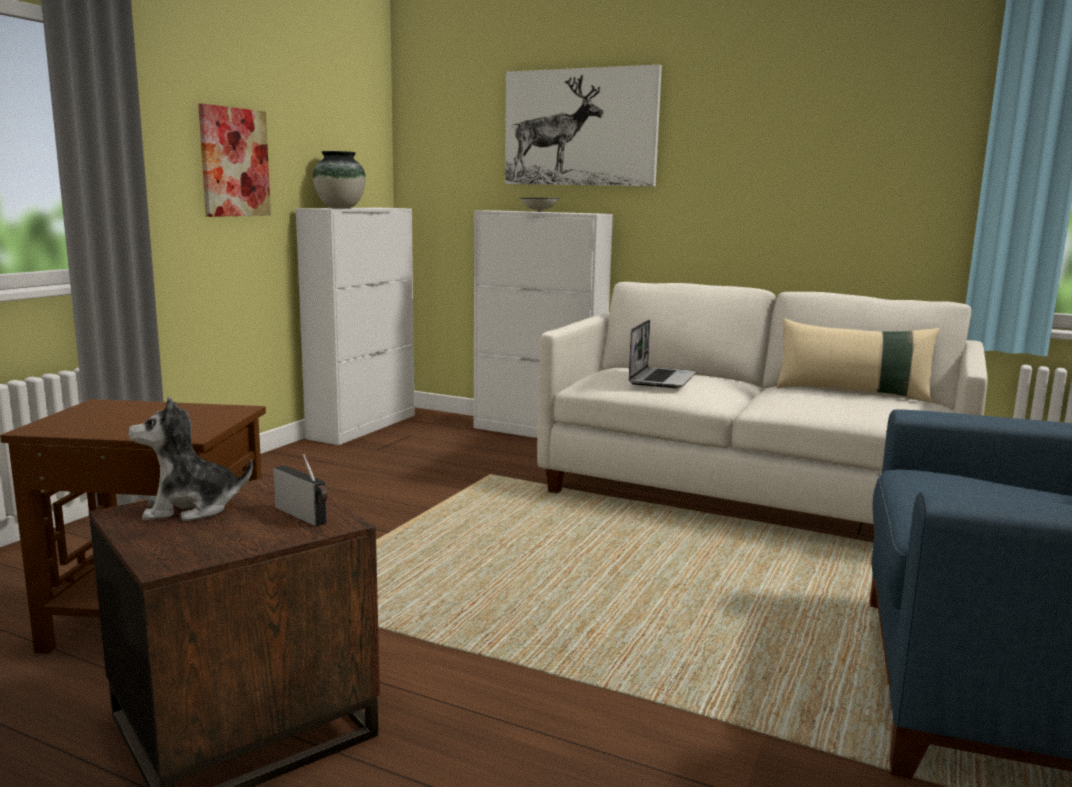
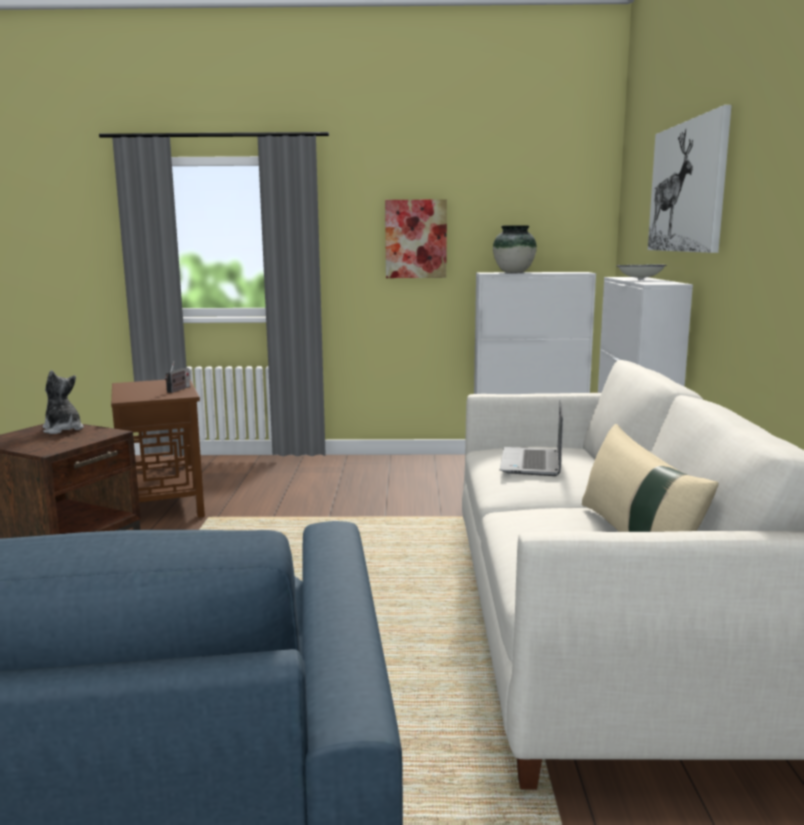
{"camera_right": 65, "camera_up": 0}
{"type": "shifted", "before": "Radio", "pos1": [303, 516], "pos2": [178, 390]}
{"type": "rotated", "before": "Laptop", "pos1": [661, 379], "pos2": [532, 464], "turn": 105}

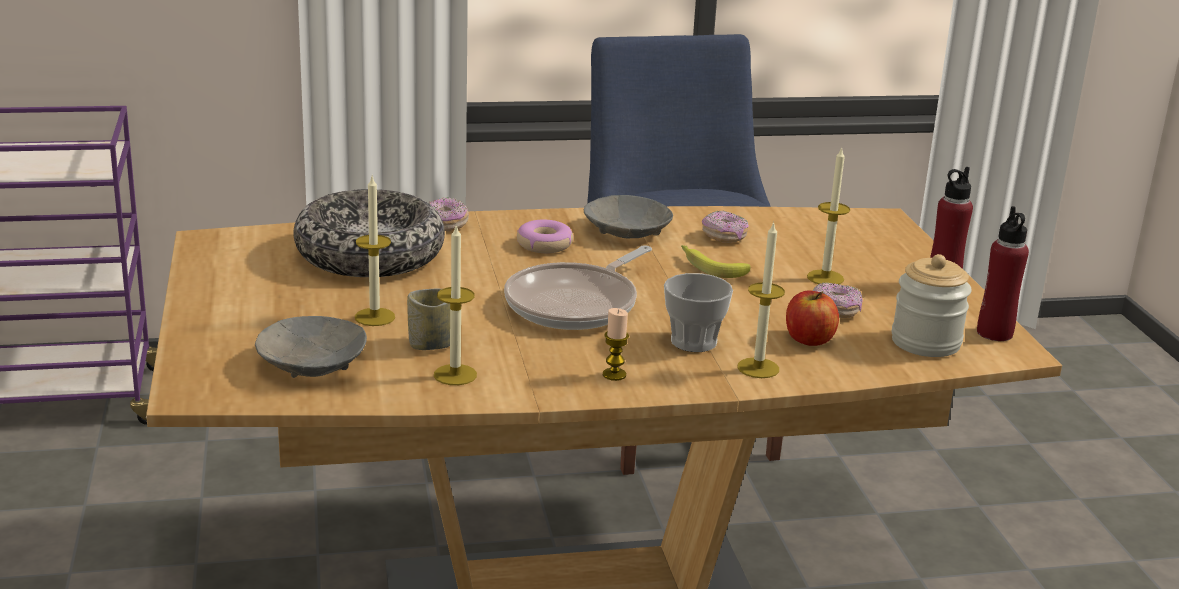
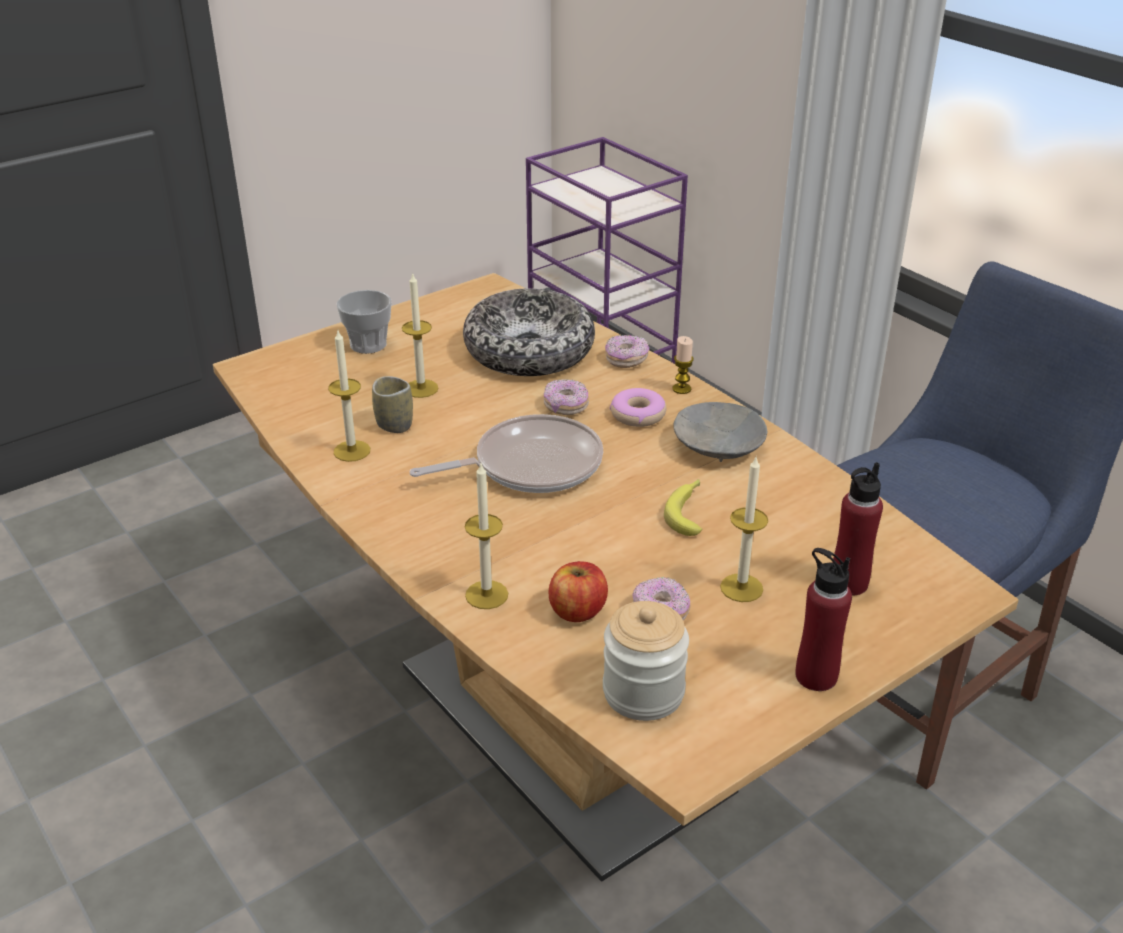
{"camera_right": 65, "camera_up": 10}
{"type": "gone", "before": "GreyBowl", "pos1": [311, 364]}
{"type": "shifted", "before": "Candle", "pos1": [614, 375], "pos2": [681, 389]}
{"type": "shifted", "before": "Cup", "pos1": [693, 342], "pos2": [368, 344]}
{"type": "shifted", "before": "Donut", "pos1": [724, 237], "pos2": [565, 406]}
{"type": "shifted", "before": "RedBottle", "pos1": [994, 333], "pos2": [848, 583]}
{"type": "rotated", "before": "FryingPan", "pos1": [576, 304], "pos2": [530, 465], "turn": 150}

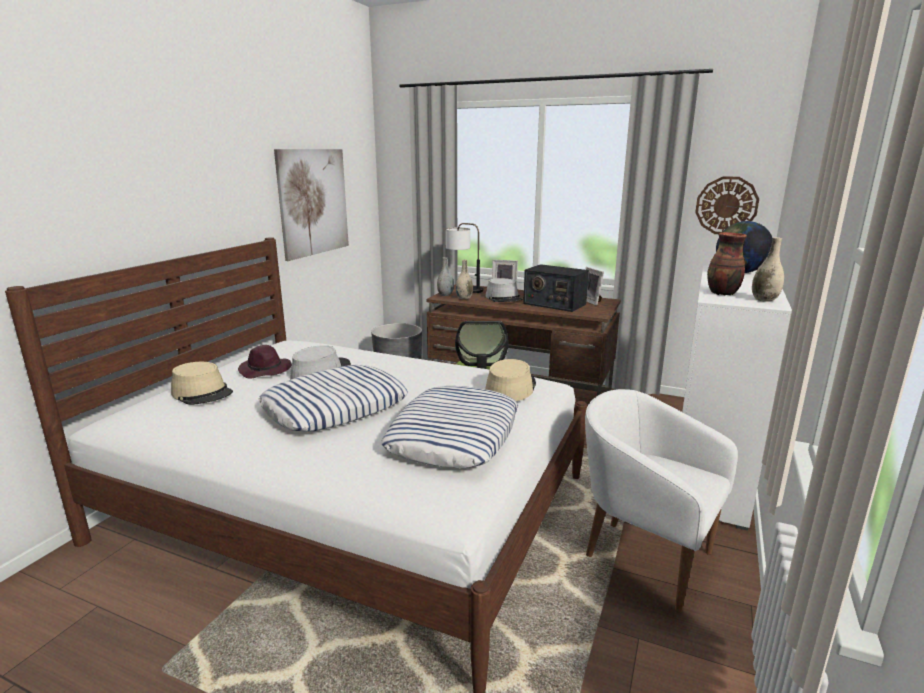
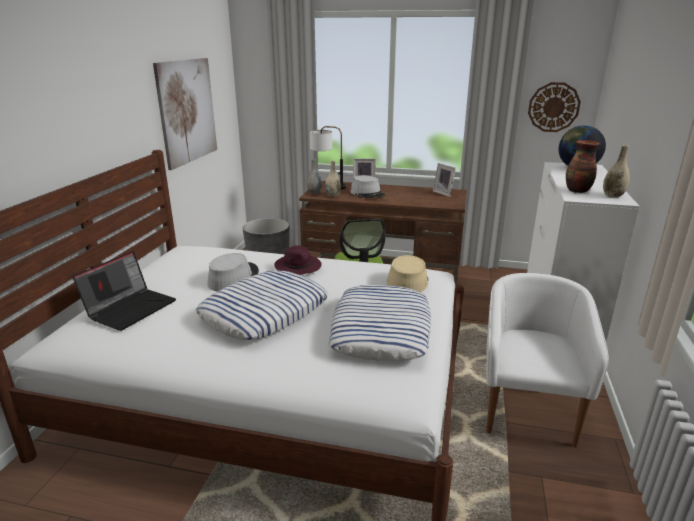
{"camera_right": -10, "camera_up": 5}
{"type": "gone", "before": "Radio", "pos1": [554, 304]}
{"type": "shifted", "before": "PurpleHat", "pos1": [266, 370], "pos2": [299, 268]}
{"type": "swapped", "before": "BeigeHat", "after": "Laptop", "pos1": [202, 393], "pos2": [131, 308]}
{"type": "rotated", "before": "WhiteArmchair", "pos1": [643, 558], "pos2": [526, 410], "turn": 75}

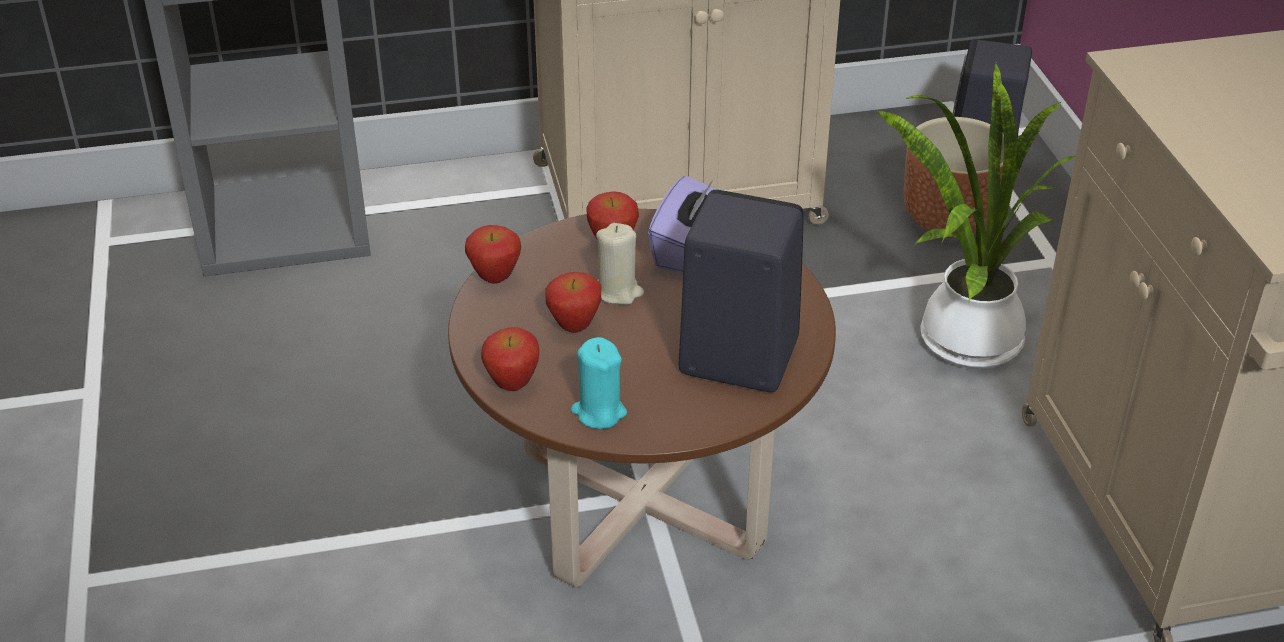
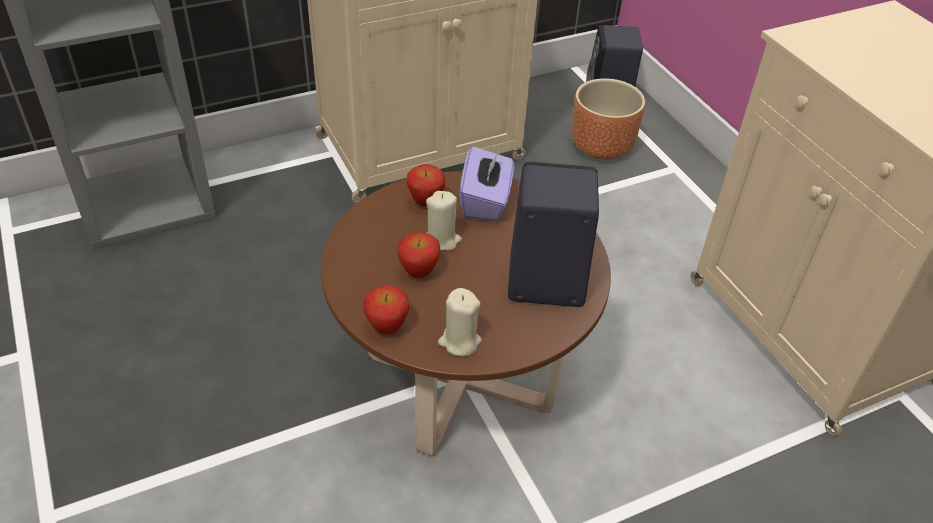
{"camera_right": -15, "camera_up": 5}
{"type": "gone", "before": "Apple", "pos1": [495, 278]}
{"type": "gone", "before": "PottedPlant", "pos1": [962, 342]}
{"type": "repainted", "before": "TurquoiseCandle", "after": "BeigeCandle", "pos1": [599, 412], "pos2": [459, 341]}

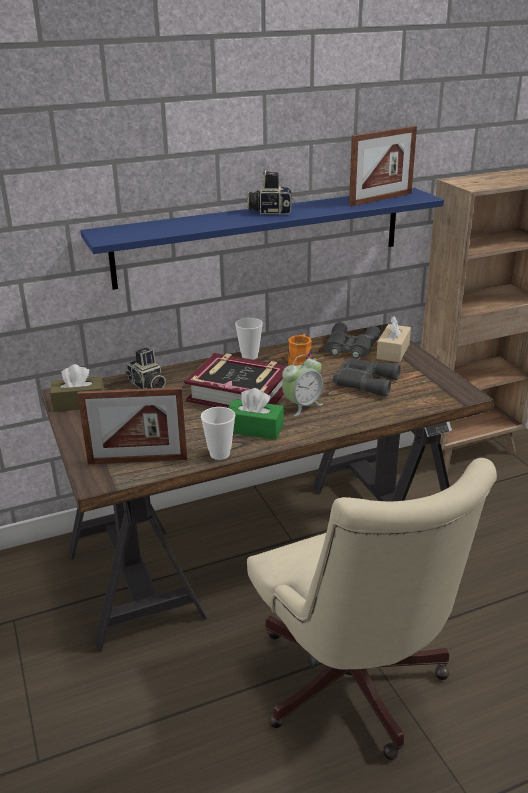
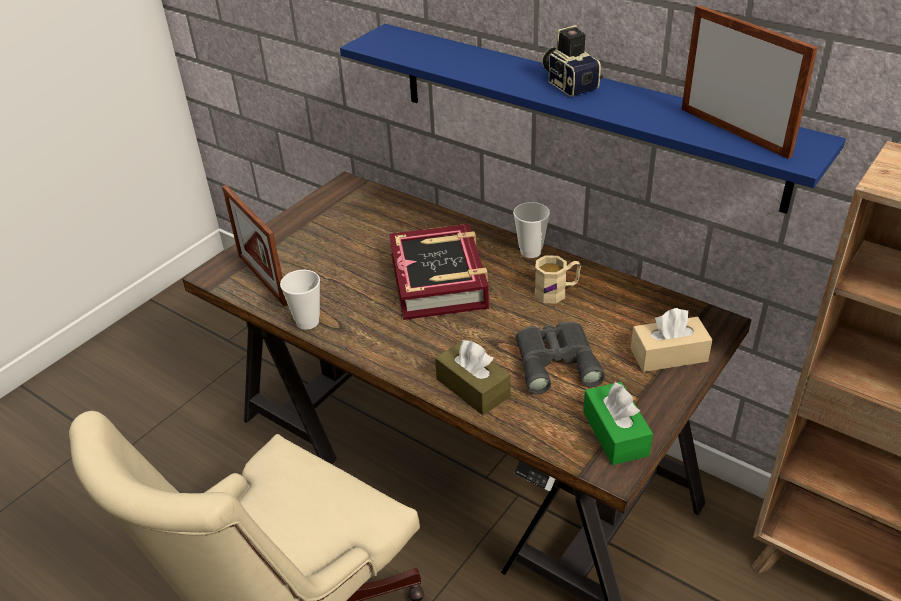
{"camera_right": 60, "camera_up": 10}
{"type": "gone", "before": "PhotoCamera", "pos1": [147, 385]}
{"type": "gone", "before": "AlarmClock", "pos1": [302, 406]}
{"type": "gone", "before": "GreyBinoculars", "pos1": [350, 347]}
{"type": "shifted", "before": "BrownTissueBox", "pos1": [79, 403], "pos2": [472, 388]}
{"type": "shifted", "before": "GreenTissueBox", "pos1": [254, 429], "pos2": [615, 433]}
{"type": "repainted", "before": "OrangeMug", "after": "BeigeMug", "pos1": [300, 361], "pos2": [556, 292]}
{"type": "rotated", "before": "PictureFrame", "pos1": [381, 199], "pos2": [734, 132], "turn": -150}

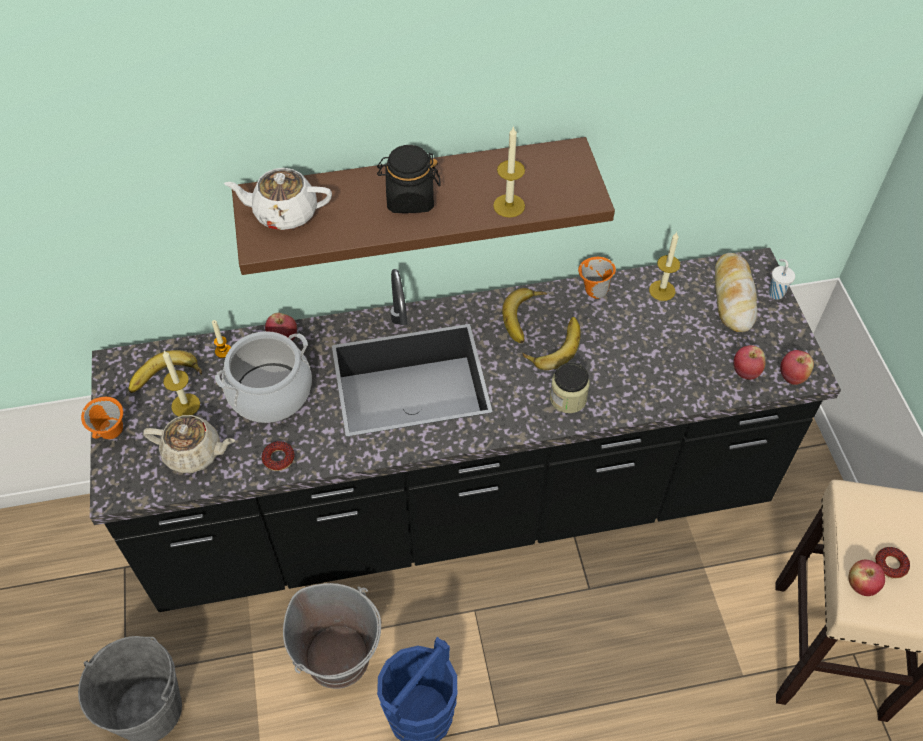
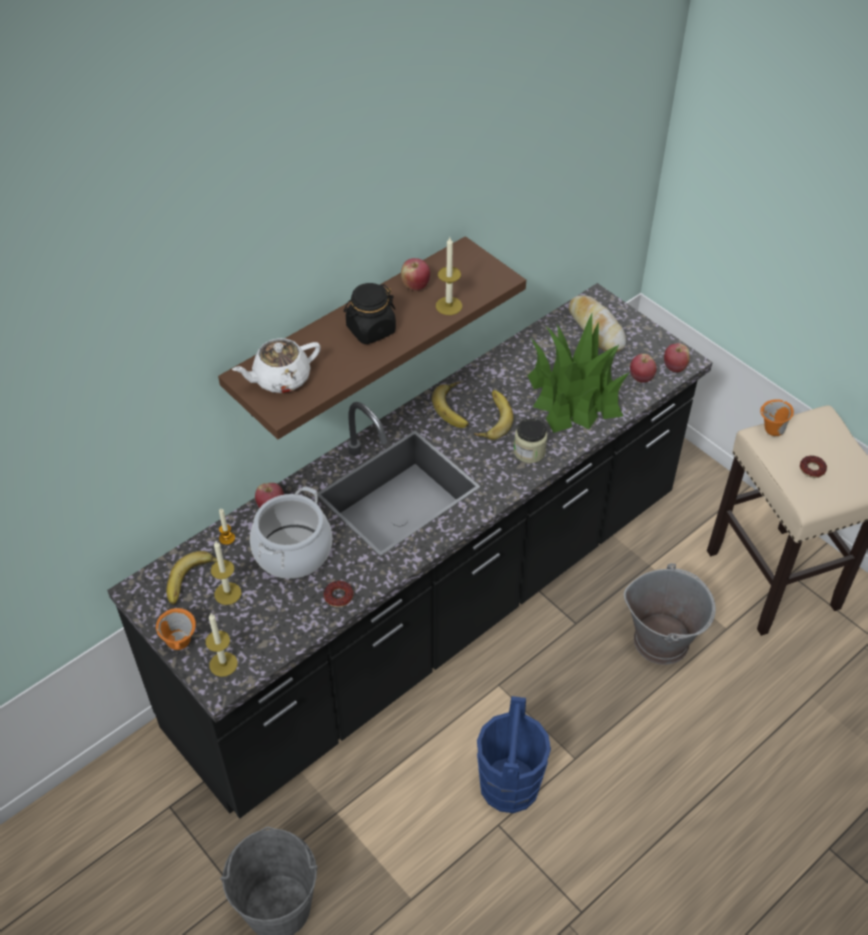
{"camera_right": -30, "camera_up": -5}
{"type": "gone", "before": "BeigeTeapot", "pos1": [194, 453]}
{"type": "gone", "before": "WhiteCup", "pos1": [775, 293]}
{"type": "new", "after": "PottedPlant", "pos2": [573, 395]}
{"type": "shifted", "before": "GreyBucket", "pos1": [339, 657], "pos2": [661, 640]}
{"type": "shifted", "before": "OrangeMug", "pos1": [593, 291], "pos2": [770, 431]}
{"type": "shifted", "before": "Candle", "pos1": [662, 290], "pos2": [223, 664]}
{"type": "shifted", "before": "Apple", "pos1": [860, 585], "pos2": [415, 286]}

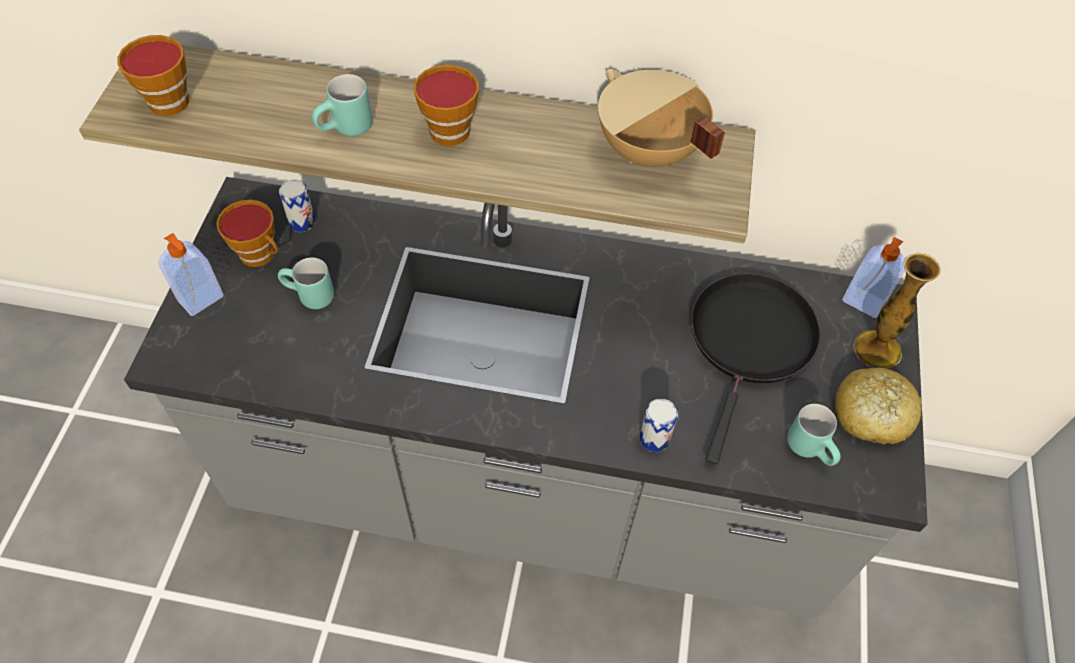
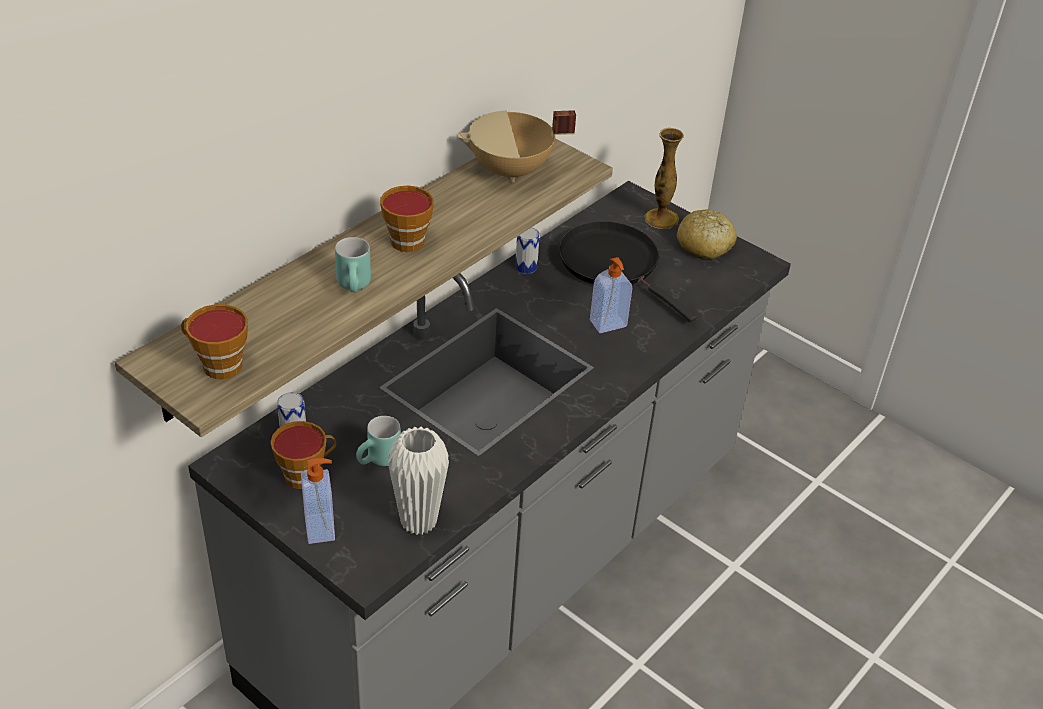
{"camera_right": -60, "camera_up": -15}
{"type": "gone", "before": "TurquoiseMug", "pos1": [812, 448]}
{"type": "new", "after": "WhiteVase", "pos2": [418, 521]}
{"type": "shifted", "before": "Can", "pos1": [654, 438], "pos2": [526, 267]}
{"type": "shifted", "before": "SoapDispenser", "pos1": [863, 302], "pos2": [608, 324]}

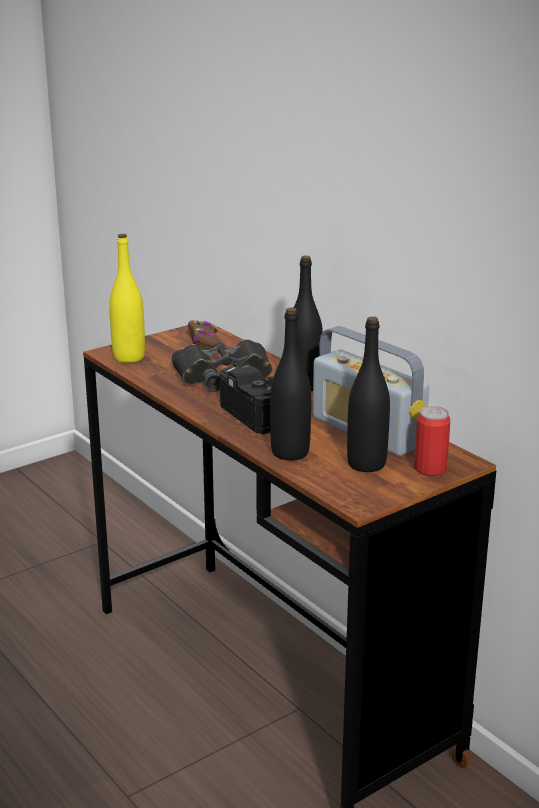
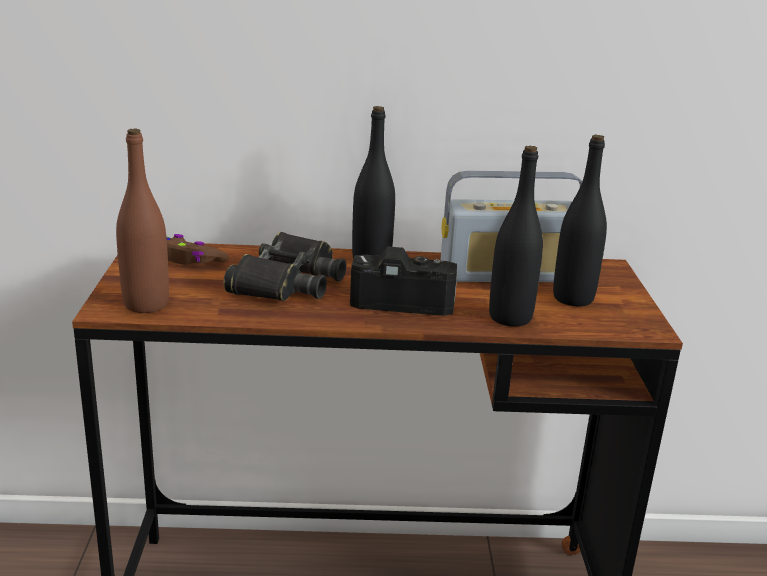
{"camera_right": -55, "camera_up": 0}
{"type": "gone", "before": "Can", "pos1": [430, 469]}
{"type": "repainted", "before": "YellowBottle", "after": "BrownBottle", "pos1": [129, 357], "pos2": [146, 304]}

